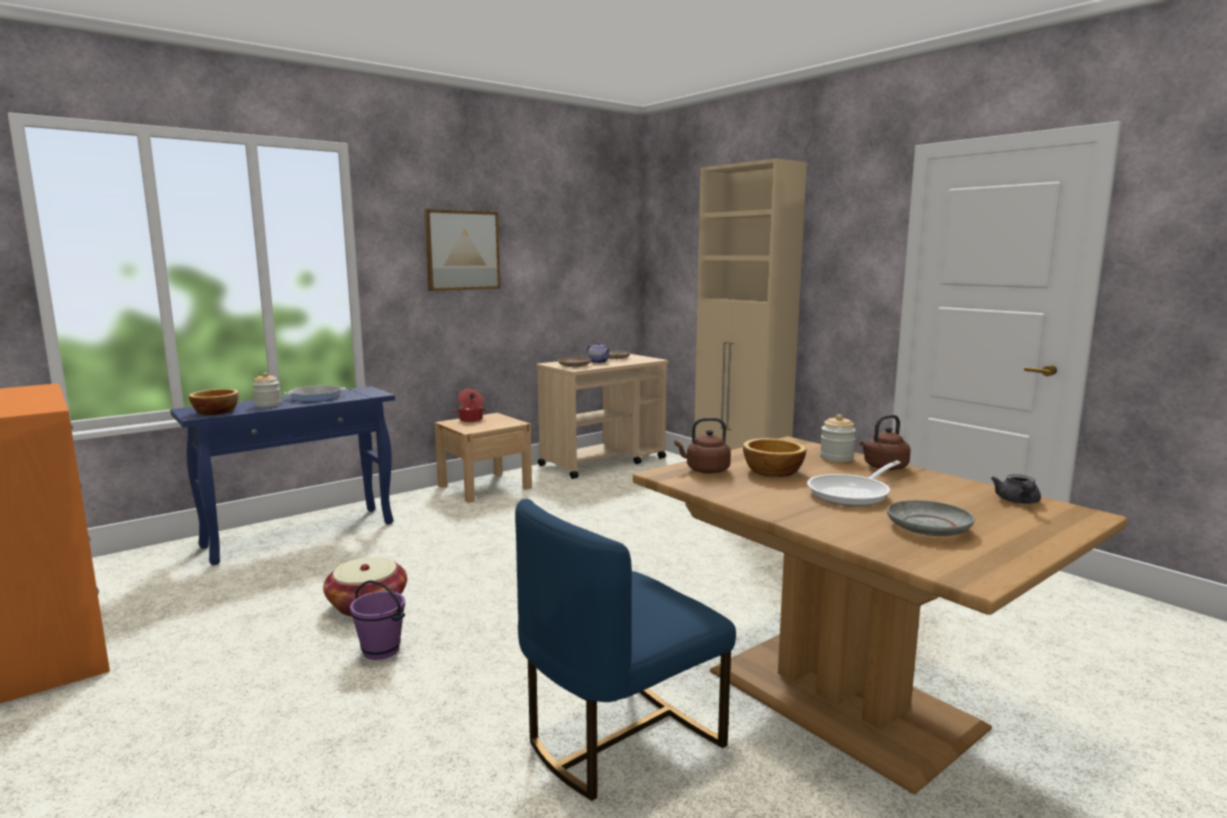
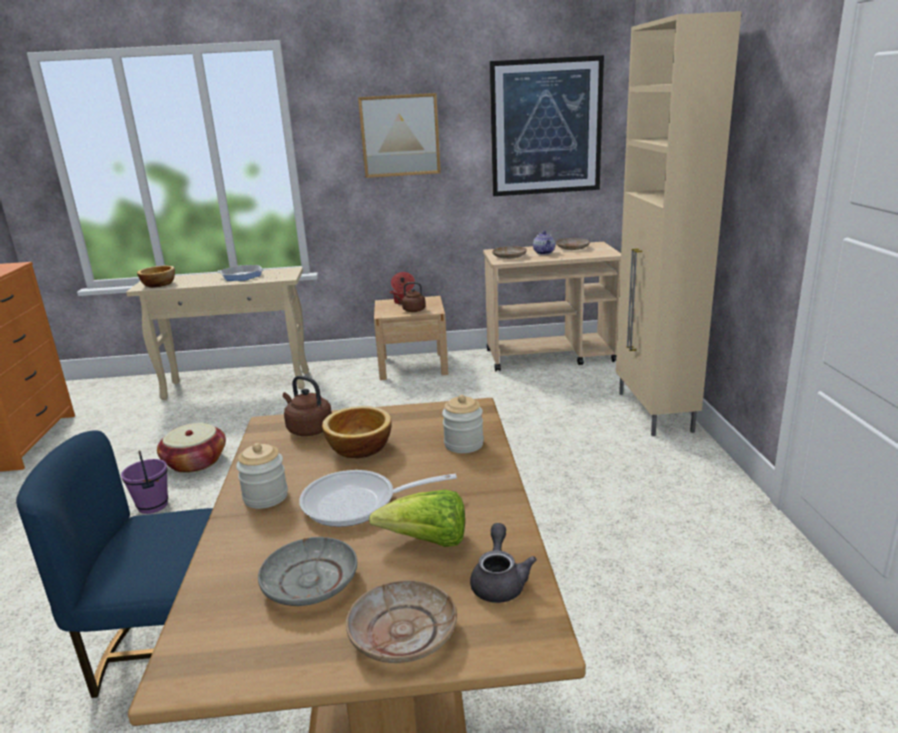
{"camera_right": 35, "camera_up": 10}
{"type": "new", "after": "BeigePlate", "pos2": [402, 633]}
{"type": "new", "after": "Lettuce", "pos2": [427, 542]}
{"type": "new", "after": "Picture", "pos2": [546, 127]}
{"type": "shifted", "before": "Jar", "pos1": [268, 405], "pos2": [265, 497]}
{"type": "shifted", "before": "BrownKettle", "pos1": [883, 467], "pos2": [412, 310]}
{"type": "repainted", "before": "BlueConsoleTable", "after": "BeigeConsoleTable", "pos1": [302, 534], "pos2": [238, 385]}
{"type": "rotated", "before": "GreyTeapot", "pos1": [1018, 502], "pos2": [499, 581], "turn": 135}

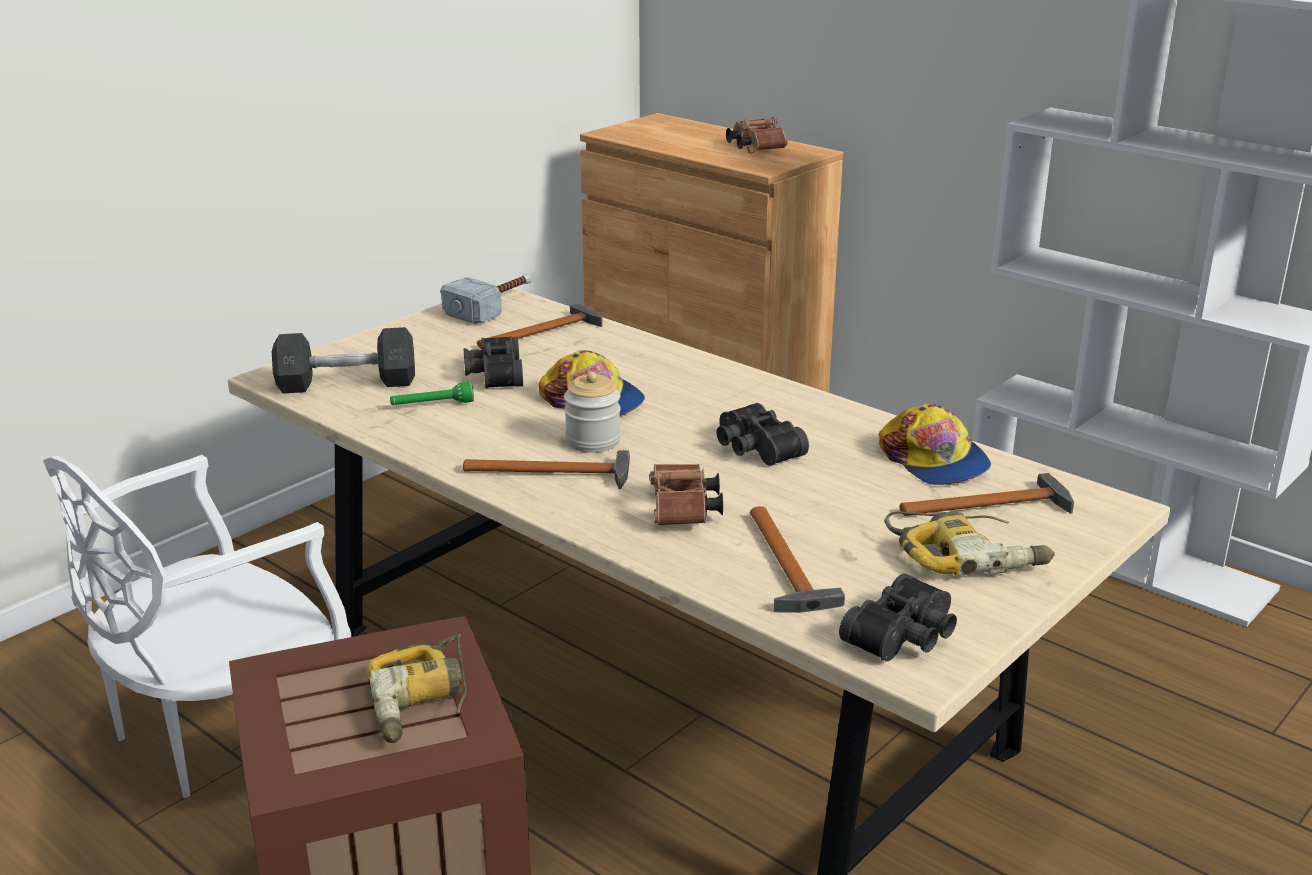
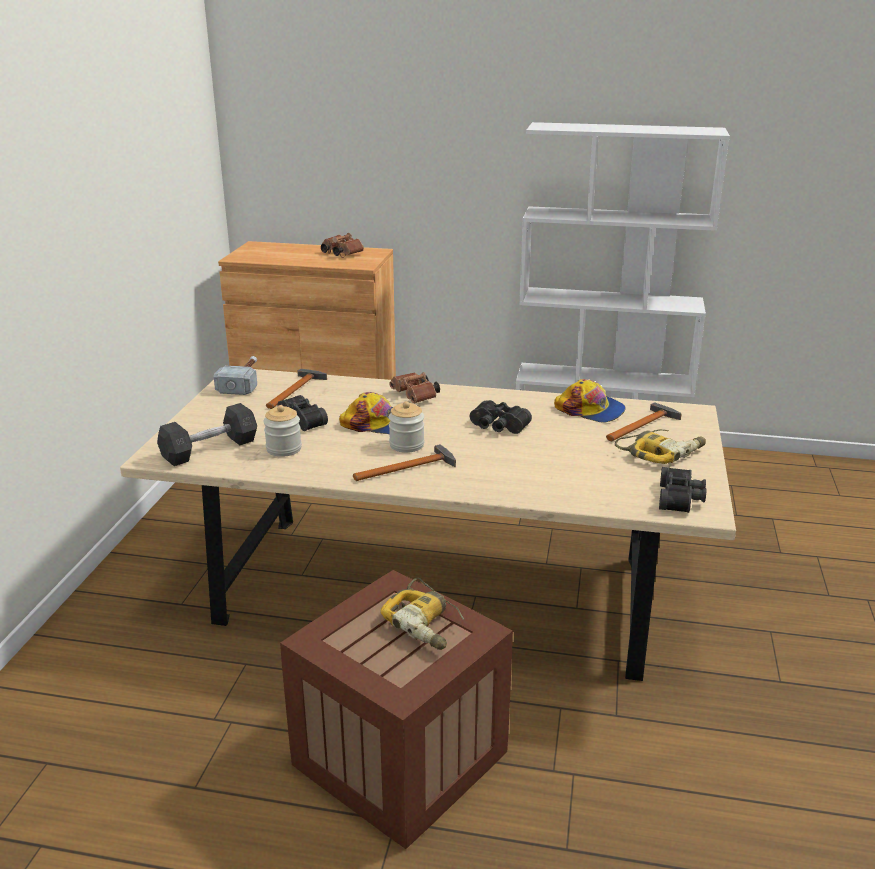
{"camera_right": -30, "camera_up": 0}
{"type": "gone", "before": "WhiteChair", "pos1": [223, 729]}
{"type": "gone", "before": "Hammer", "pos1": [785, 567]}
{"type": "shifted", "before": "BrownBinoculars", "pos1": [683, 512], "pos2": [416, 397]}
{"type": "swapped", "before": "GreenFlashlight", "after": "Jar", "pos1": [432, 405], "pos2": [284, 449]}

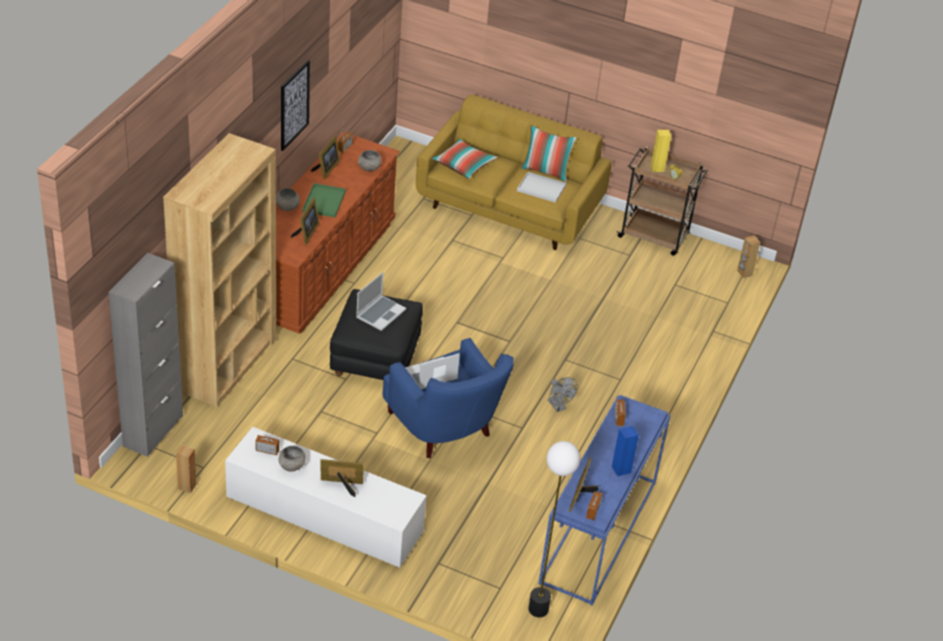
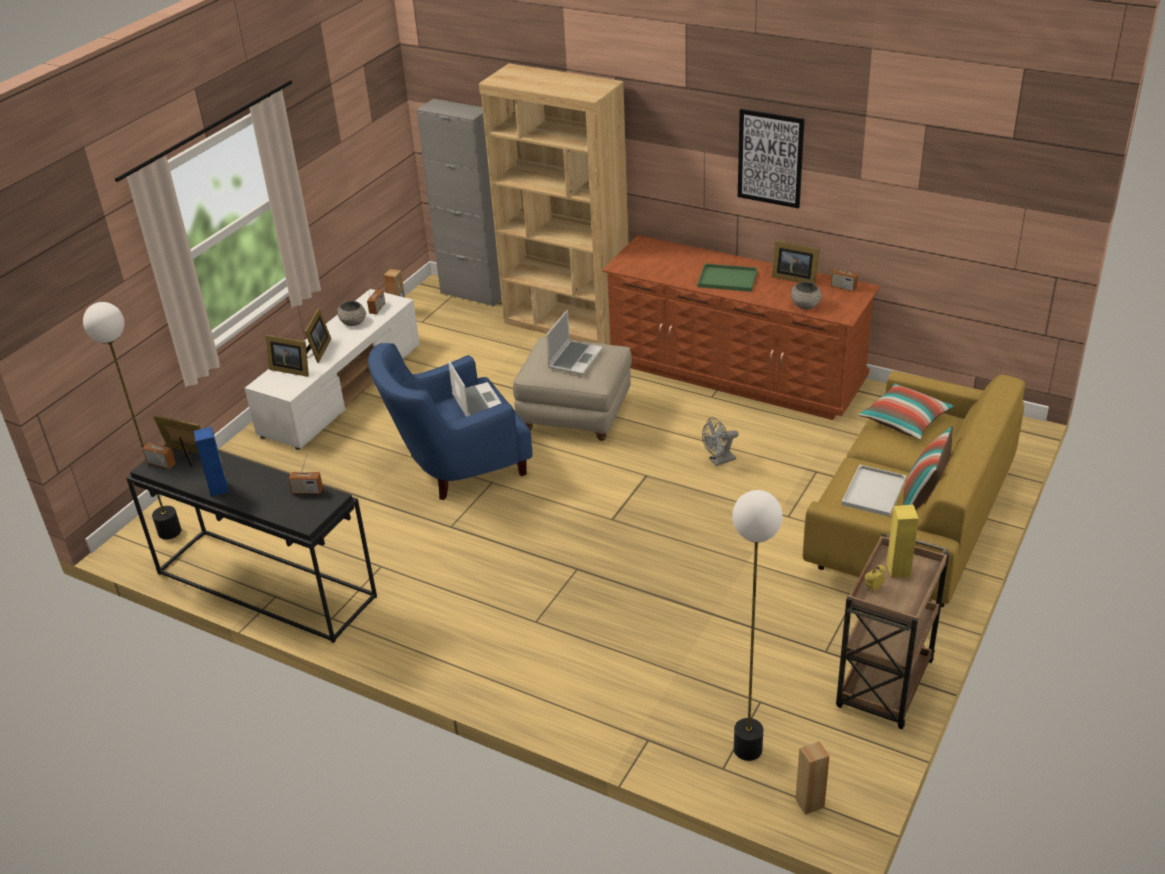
{"camera_right": 100, "camera_up": -5}
{"type": "gone", "before": "GreyBowl", "pos1": [287, 206]}
{"type": "new", "after": "FloorLamp", "pos2": [747, 749]}
{"type": "shifted", "before": "PictureFrame", "pos1": [306, 233], "pos2": [290, 369]}
{"type": "shifted", "before": "GreyFan", "pos1": [558, 407], "pos2": [719, 461]}
{"type": "repainted", "before": "BlackOttoman", "after": "BeigeOttoman", "pos1": [375, 359], "pos2": [575, 415]}
{"type": "repainted", "before": "BlueConsoleTable", "after": "BlackConsoleTable", "pos1": [599, 533], "pos2": [263, 585]}
{"type": "rotated", "before": "Laptop", "pos1": [380, 313], "pos2": [575, 358], "turn": -105}

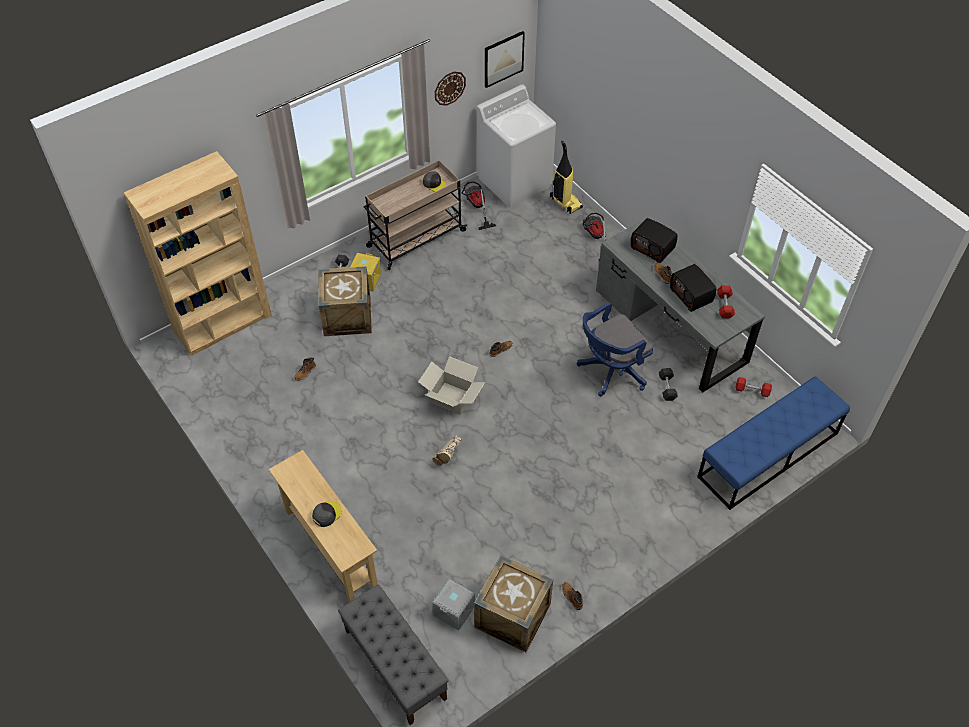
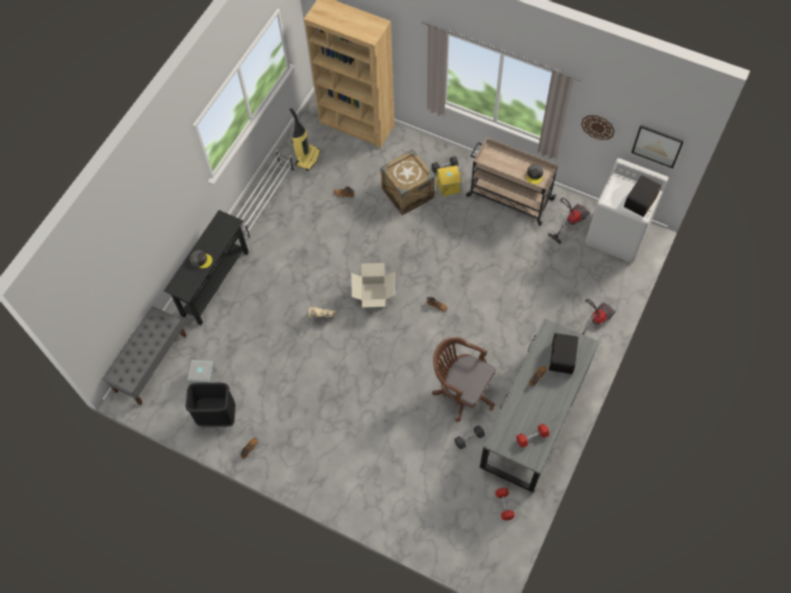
{"camera_right": 65, "camera_up": 10}
{"type": "gone", "before": "BlueBench", "pos1": [768, 455]}
{"type": "new", "after": "WhiteShoeRack", "pos2": [265, 201]}
{"type": "shifted", "before": "VacuumCleaner", "pos1": [565, 202], "pos2": [307, 158]}
{"type": "shifted", "before": "Radio", "pos1": [692, 295], "pos2": [641, 202]}
{"type": "swapped", "before": "Crate", "after": "BlackTrashCan", "pos1": [512, 616], "pos2": [217, 417]}
{"type": "repainted", "before": "BeigeConsoleTable", "after": "BlackConsoleTable", "pos1": [330, 548], "pos2": [215, 283]}
{"type": "repainted", "before": "BlueOfficeChair", "after": "BrownOfficeChair", "pos1": [610, 371], "pos2": [461, 391]}

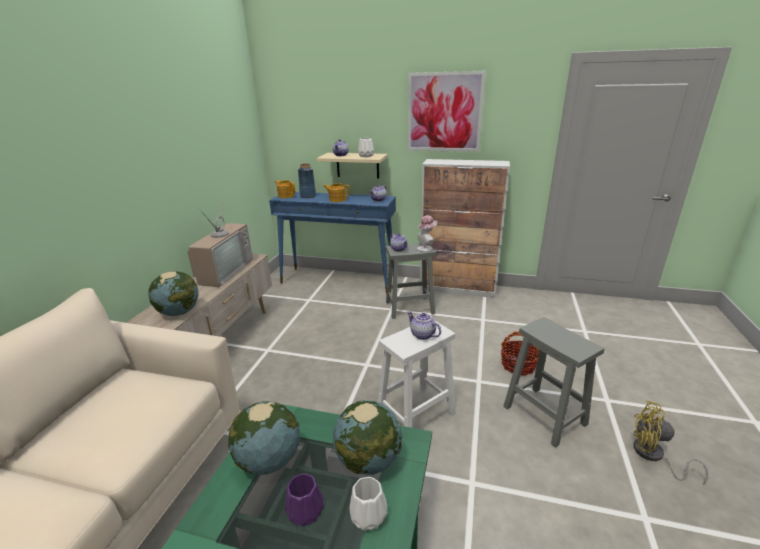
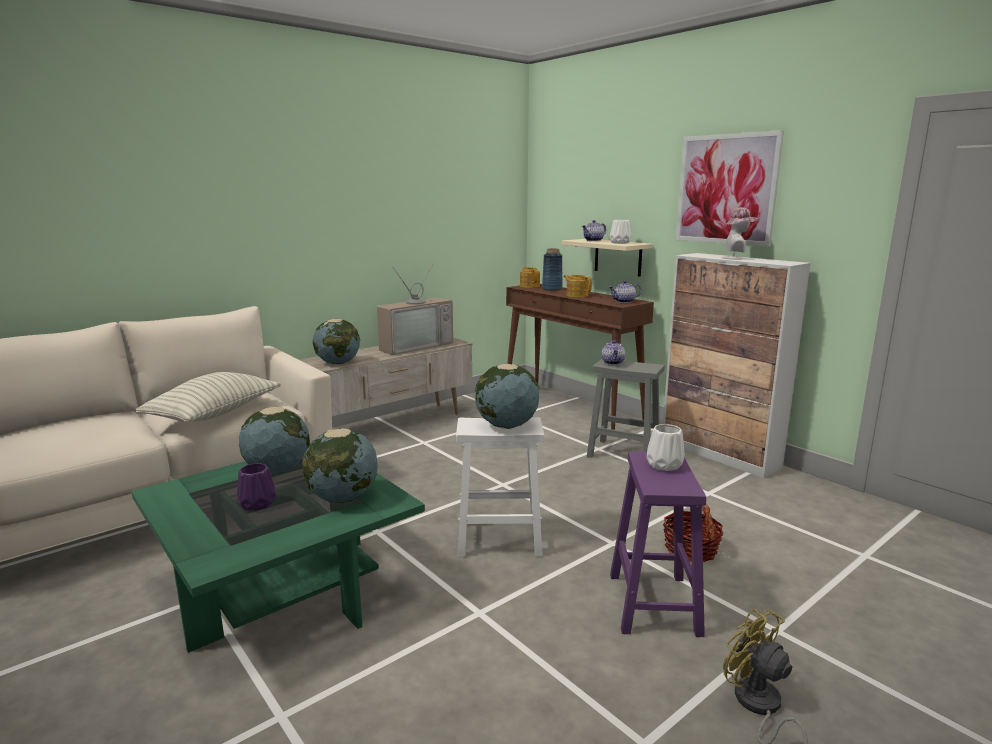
{"camera_right": 35, "camera_up": -10}
{"type": "new", "after": "Pillow", "pos2": [215, 414]}
{"type": "shifted", "before": "WhiteVase", "pos1": [368, 516], "pos2": [664, 465]}
{"type": "shifted", "before": "Hat", "pos1": [426, 248], "pos2": [736, 258]}
{"type": "swapped", "before": "Teapot", "after": "Globe", "pos1": [422, 335], "pos2": [506, 426]}
{"type": "repainted", "before": "BlueConsoleTable", "after": "BrownConsoleTable", "pos1": [339, 281], "pos2": [571, 408]}
{"type": "repainted", "before": "GreyStool", "after": "PurpleStool", "pos1": [545, 416], "pos2": [654, 605]}

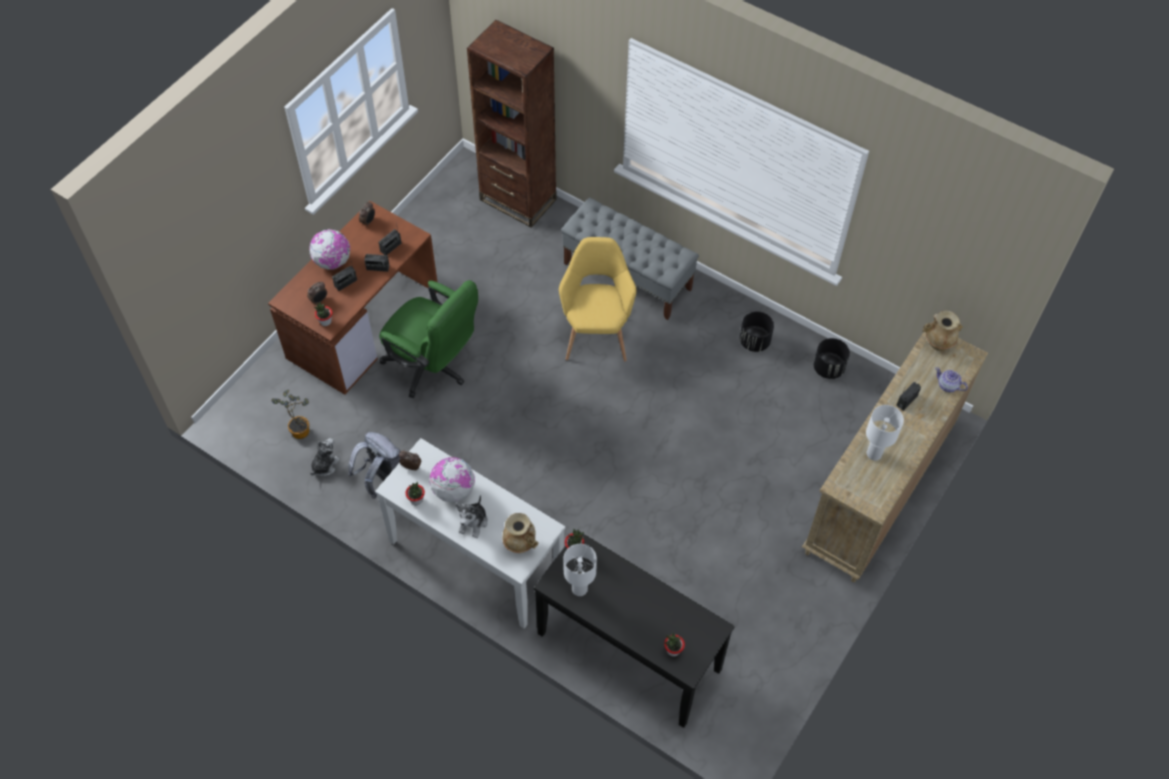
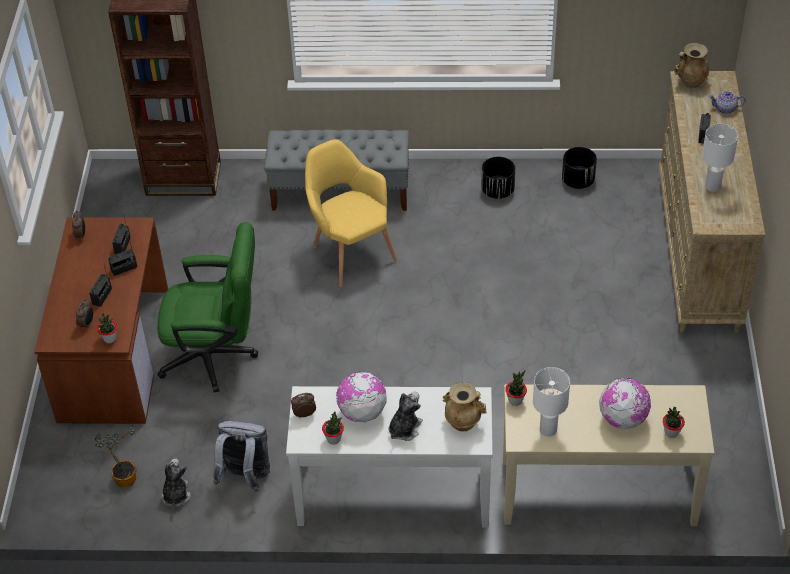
{"camera_right": -30, "camera_up": -10}
{"type": "shifted", "before": "Globe", "pos1": [333, 262], "pos2": [623, 419]}
{"type": "repainted", "before": "BlackConsoleTable", "after": "BeigeConsoleTable", "pos1": [628, 652], "pos2": [598, 493]}
{"type": "rotated", "before": "PlushToy", "pos1": [473, 522], "pos2": [404, 428], "turn": -135}

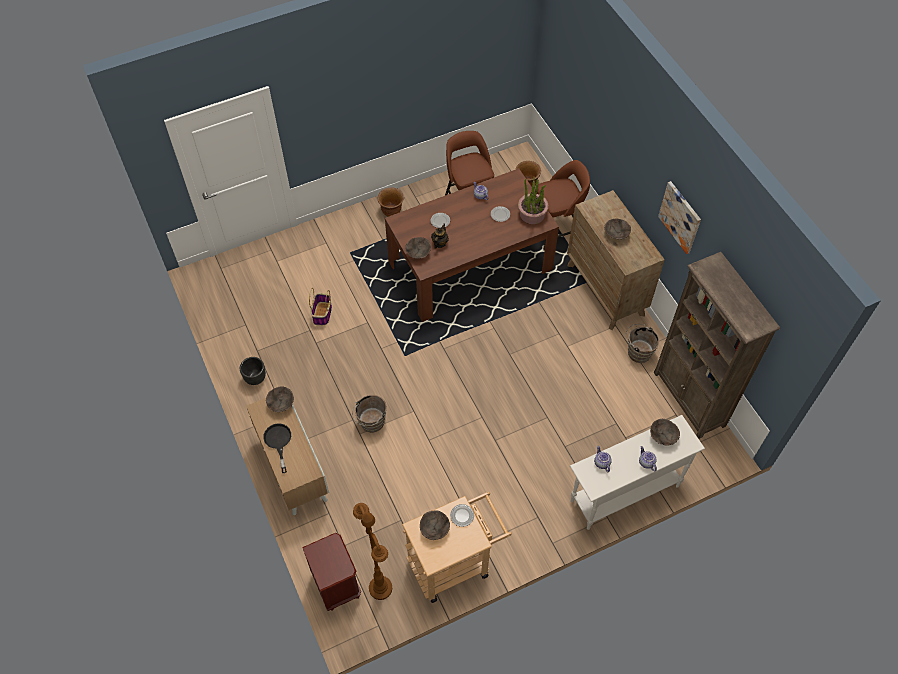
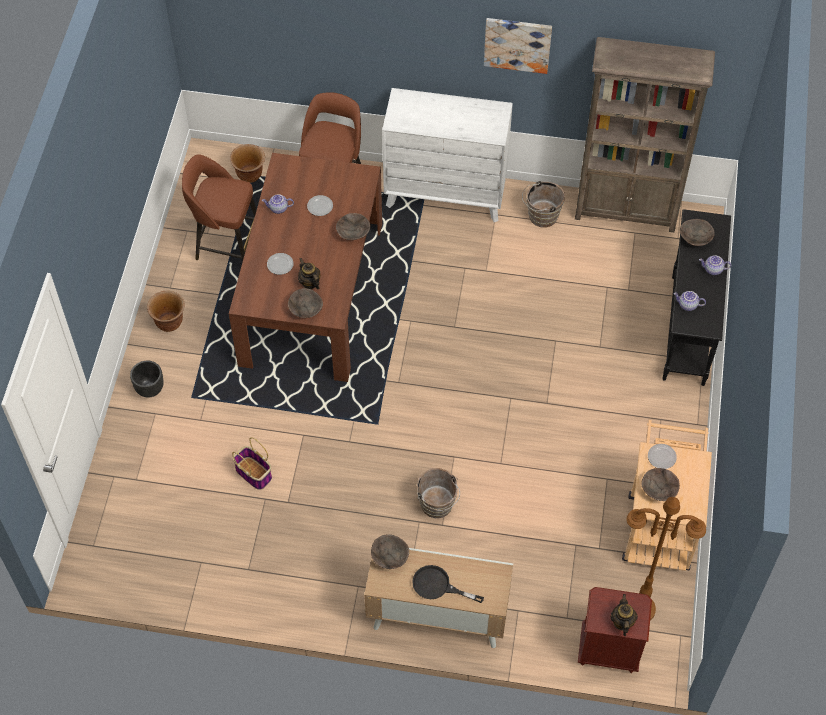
{"camera_right": -55, "camera_up": 0}
{"type": "gone", "before": "PottedPlant", "pos1": [532, 214]}
{"type": "new", "after": "Teapot", "pos2": [622, 622]}
{"type": "shifted", "before": "BlackPlanter", "pos1": [255, 378], "pos2": [149, 389]}
{"type": "shifted", "before": "BrownBowl", "pos1": [616, 234], "pos2": [353, 233]}
{"type": "repainted", "before": "BrownDresser", "after": "WhiteDresser", "pos1": [605, 289], "pos2": [445, 194]}
{"type": "repainted", "before": "WhiteConsoleTable", "after": "BlackConsoleTable", "pos1": [624, 493], "pos2": [687, 330]}

